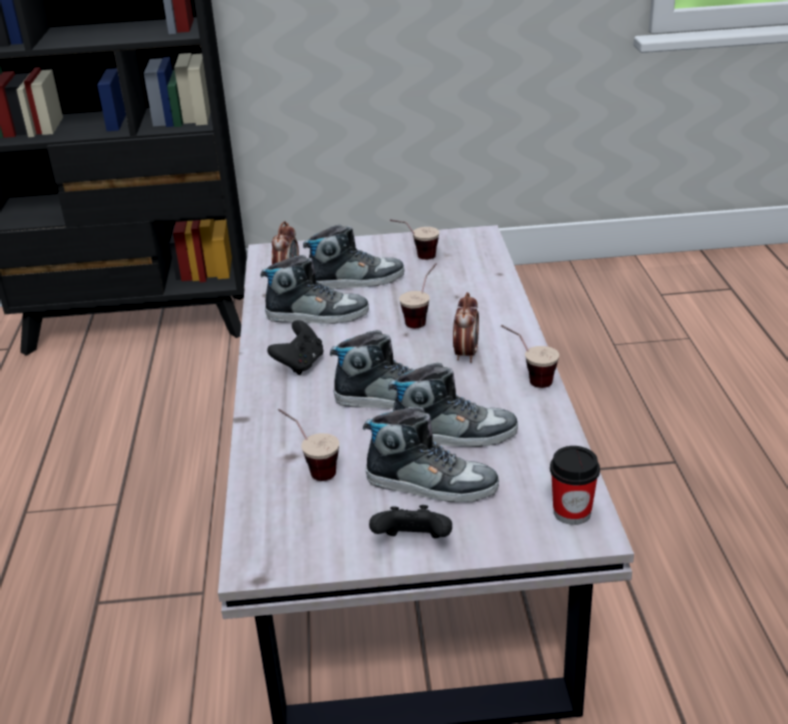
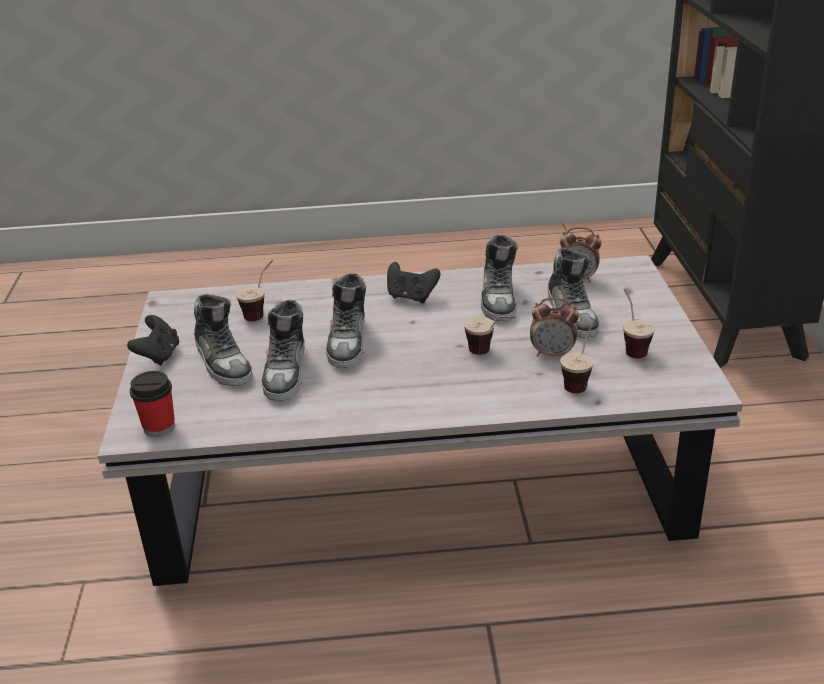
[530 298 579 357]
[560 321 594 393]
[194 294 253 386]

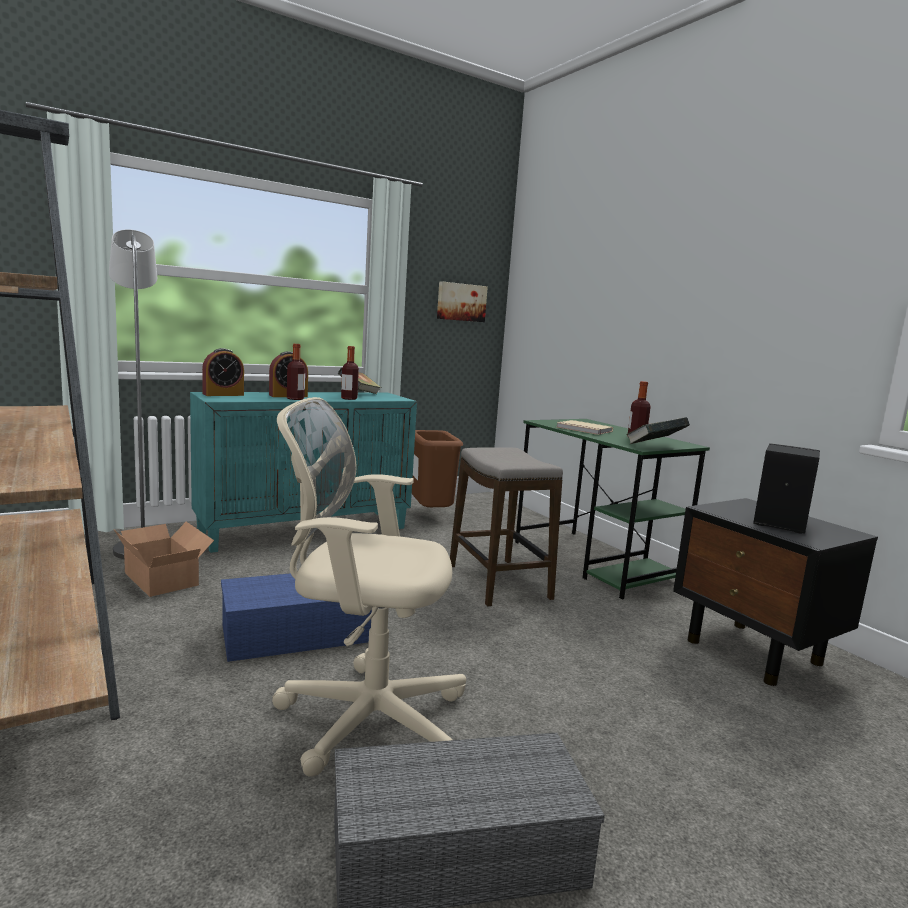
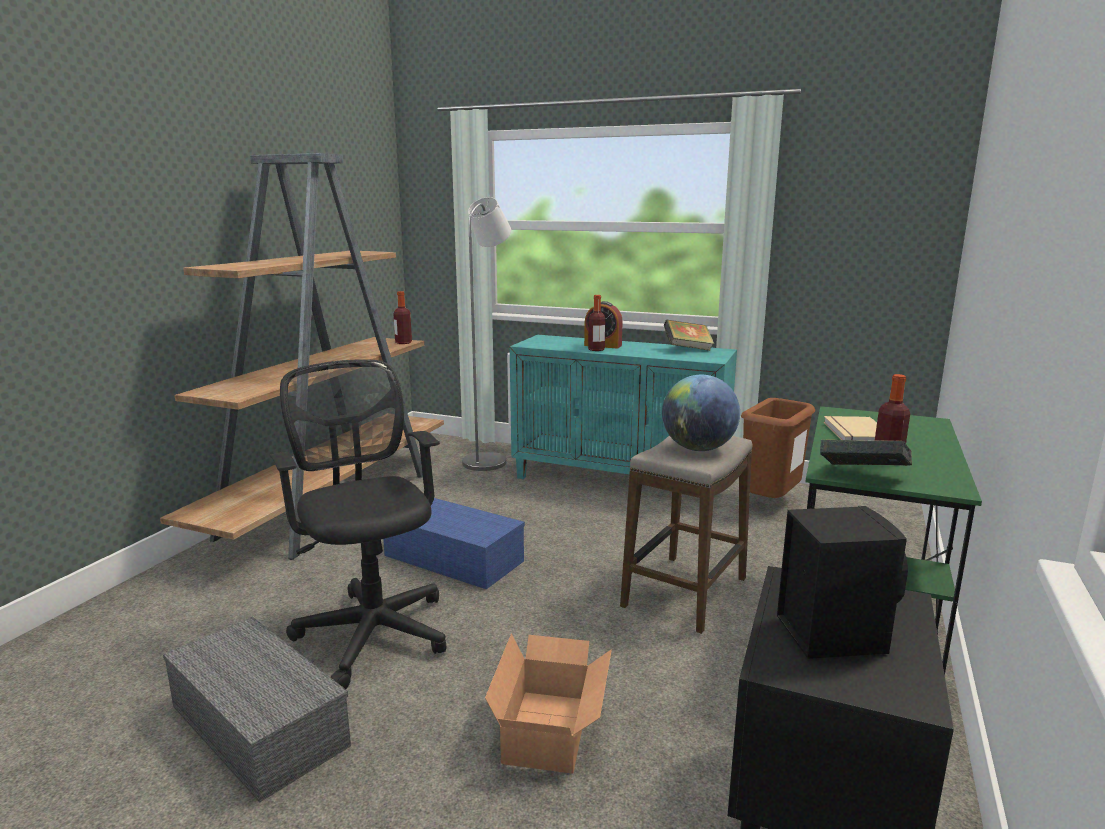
[437 281 488 322] (first image)
[394 291 412 344]
[202 348 244 396] (first image)
[269 359 446 689]
[485 633 612 774]
[662 375 740 451]

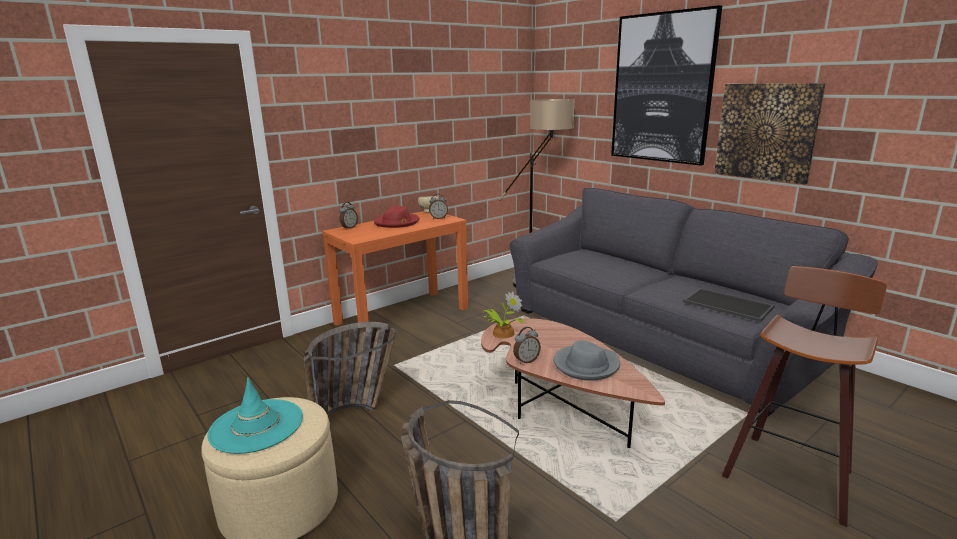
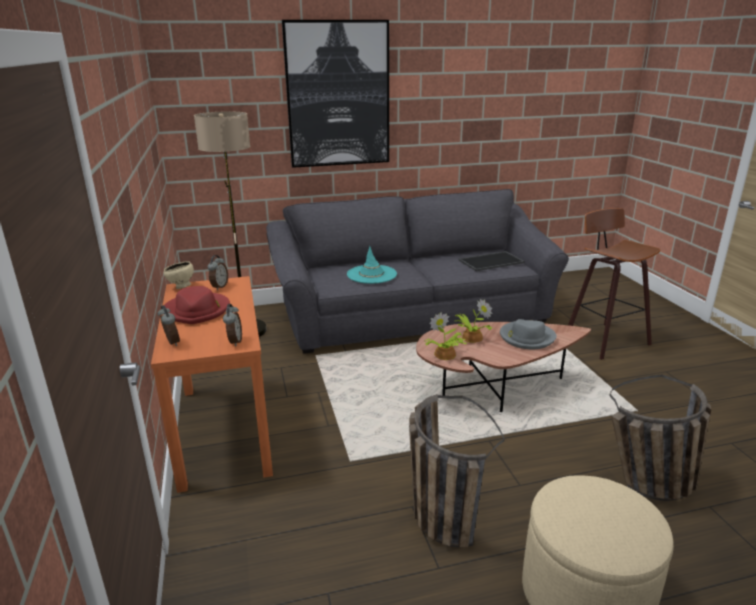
[714 83 826 184] (first image)
[223 304 242 346]
[347 246 397 284]
[455 299 492 343]

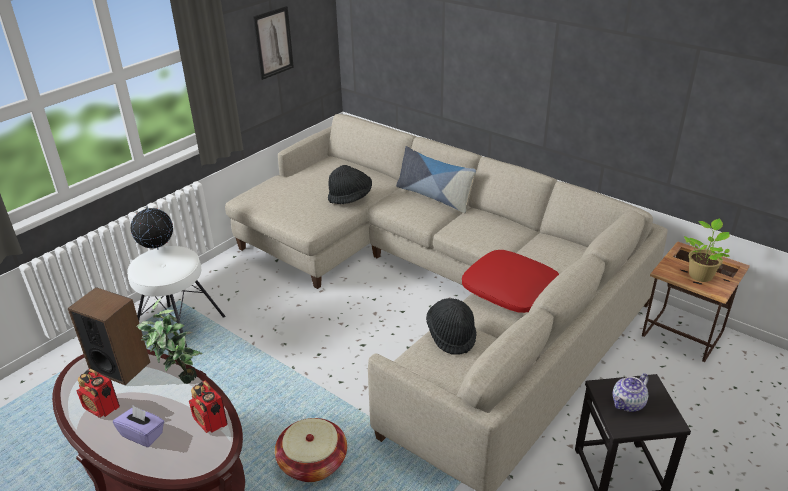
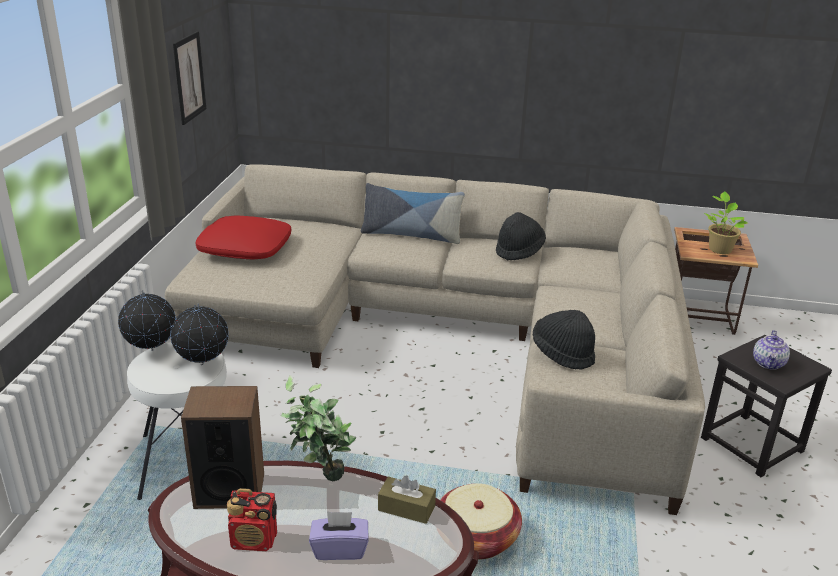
[496 212 546 261]
[196 215 291 260]
[378 475 436 524]
[170 303 229 365]

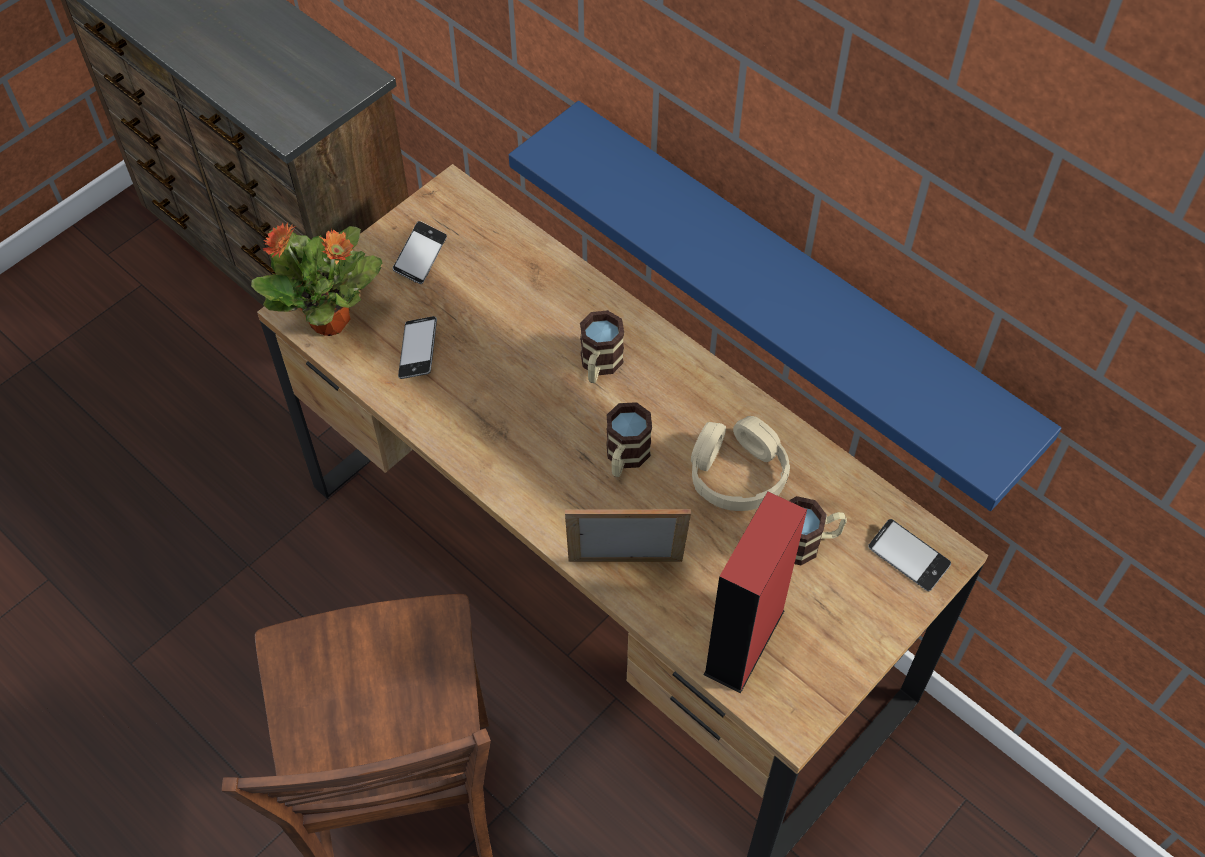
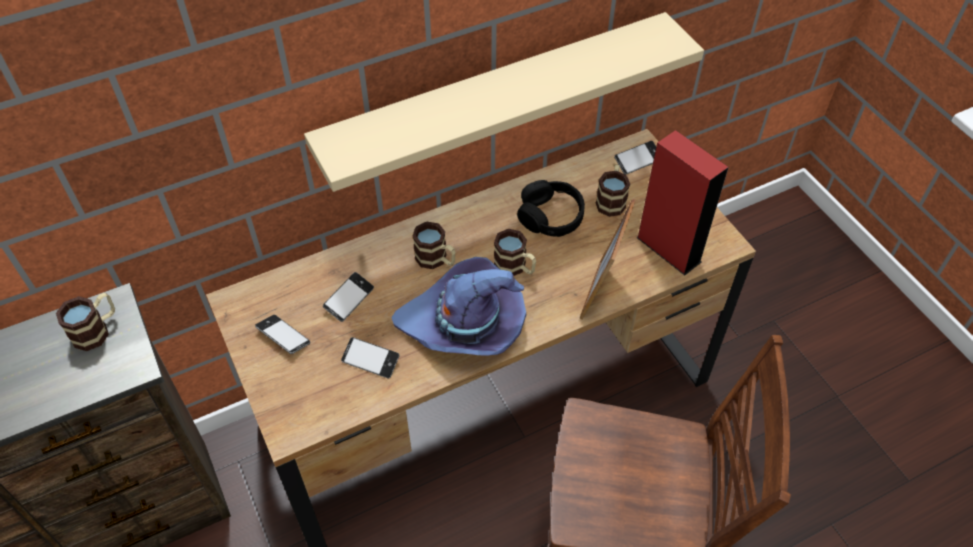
[304 12 704 192]
[251 223 382 336] (first image)
[517 180 585 237]
[391 257 526 355]
[323 272 374 322]
[56 293 115 351]

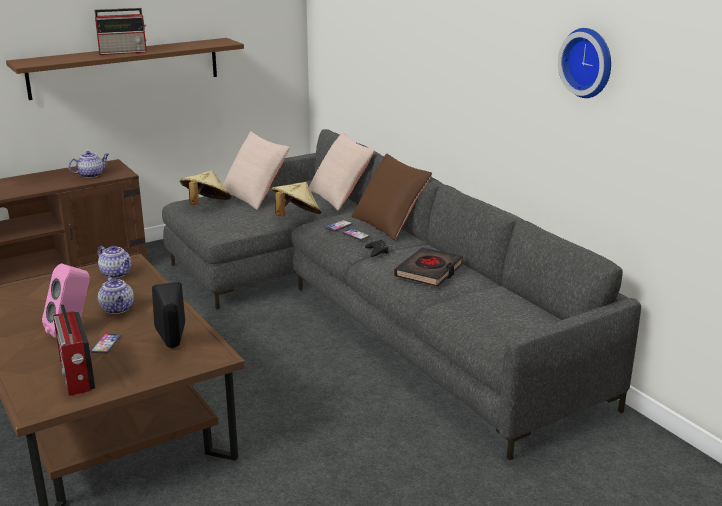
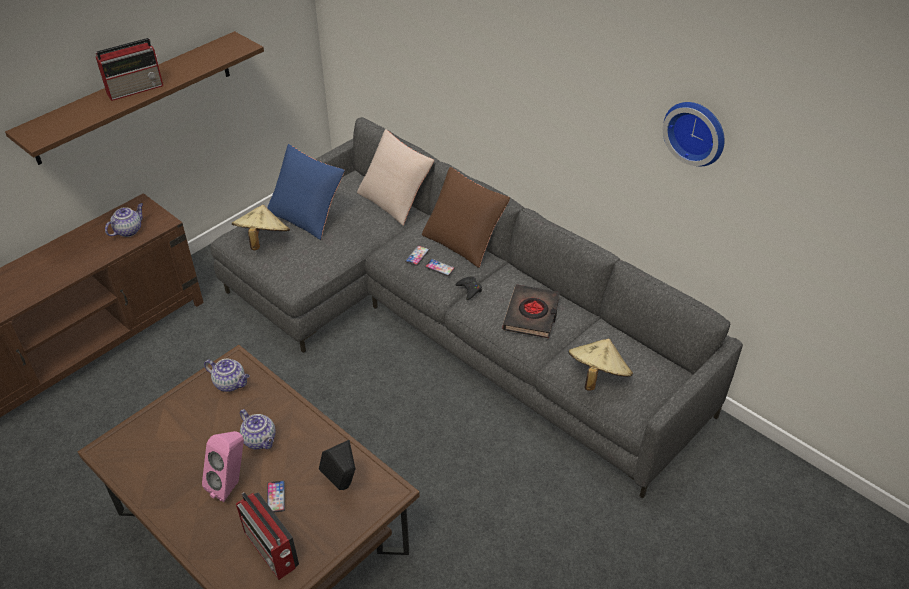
[267 144 345 240]
[568 338 633 391]

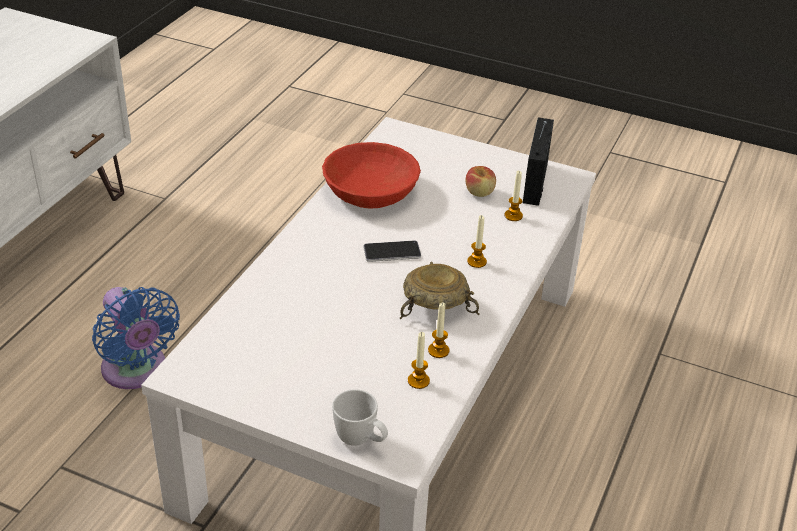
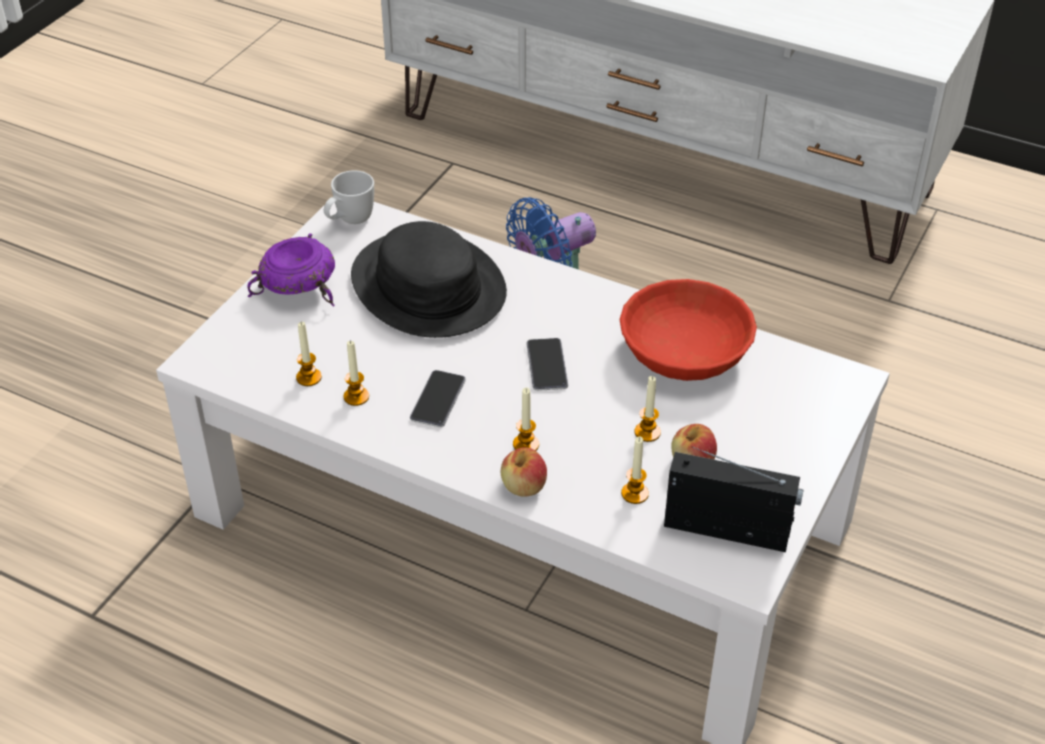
[410 370 466 427]
[324 170 374 224]
[351 221 507 338]
[247 233 335 307]
[634 376 661 442]
[501 447 547 497]

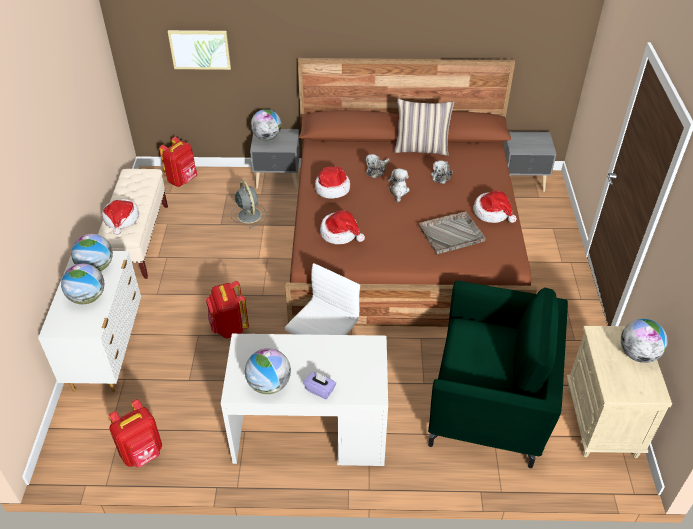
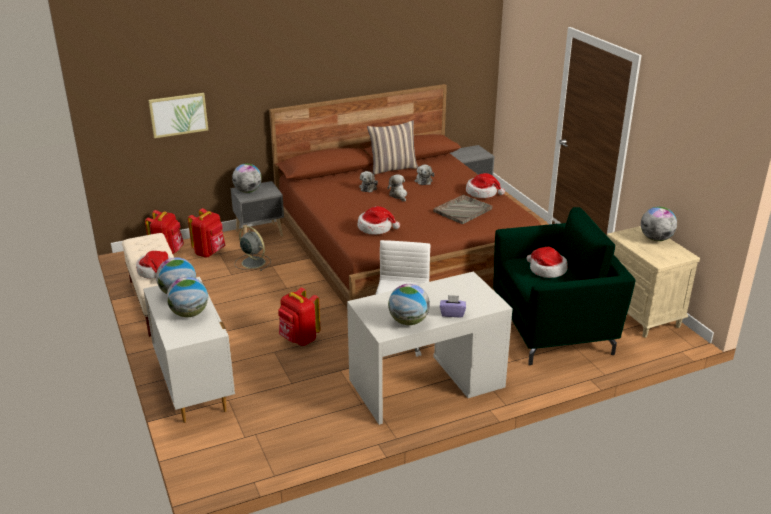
[527 247 568 278]
[188 208 225 258]

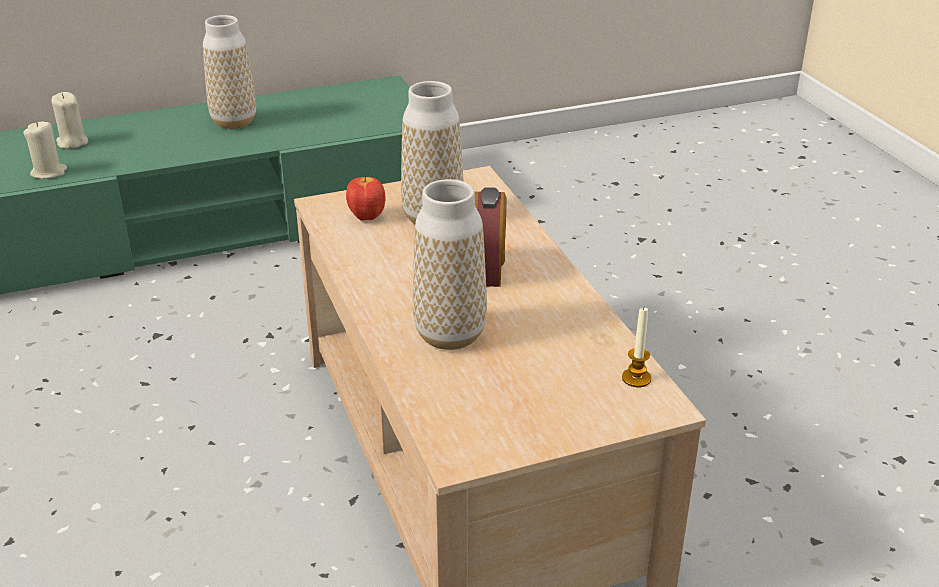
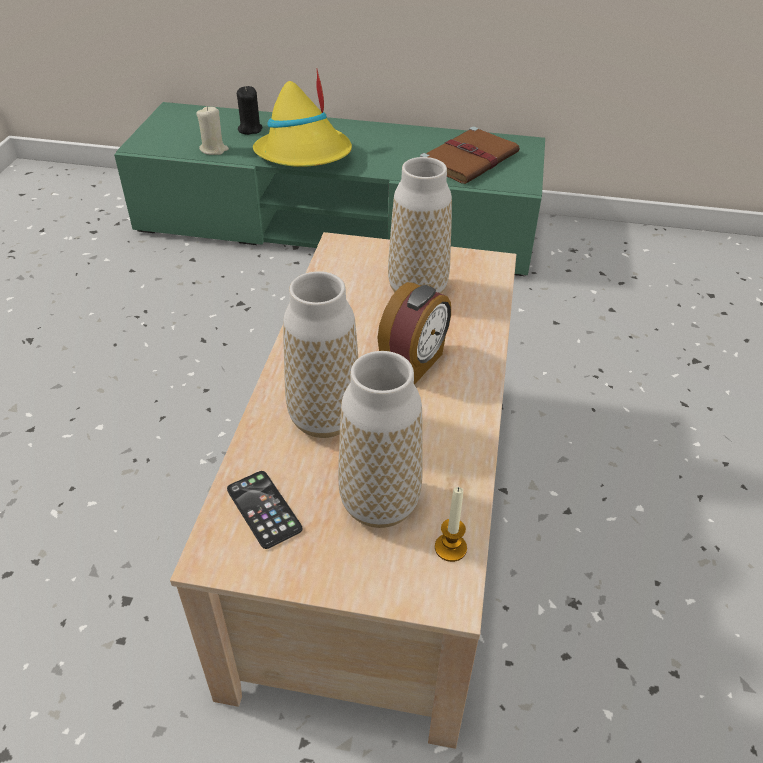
[338 351 423 528]
[237 86 262 135]
[346 175 386 221] (first image)
[253 69 352 167]
[420 126 520 184]
[227 471 302 549]

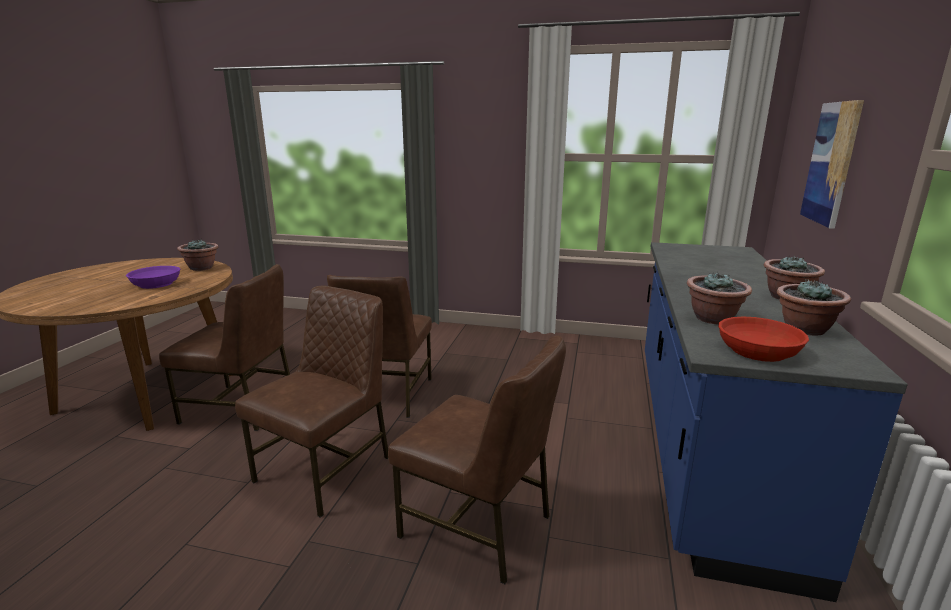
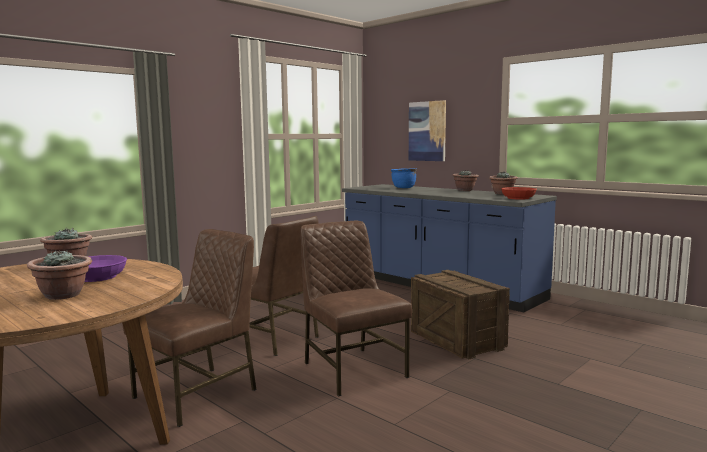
[27 249 92 300]
[411 270 510 360]
[391 168 417 188]

